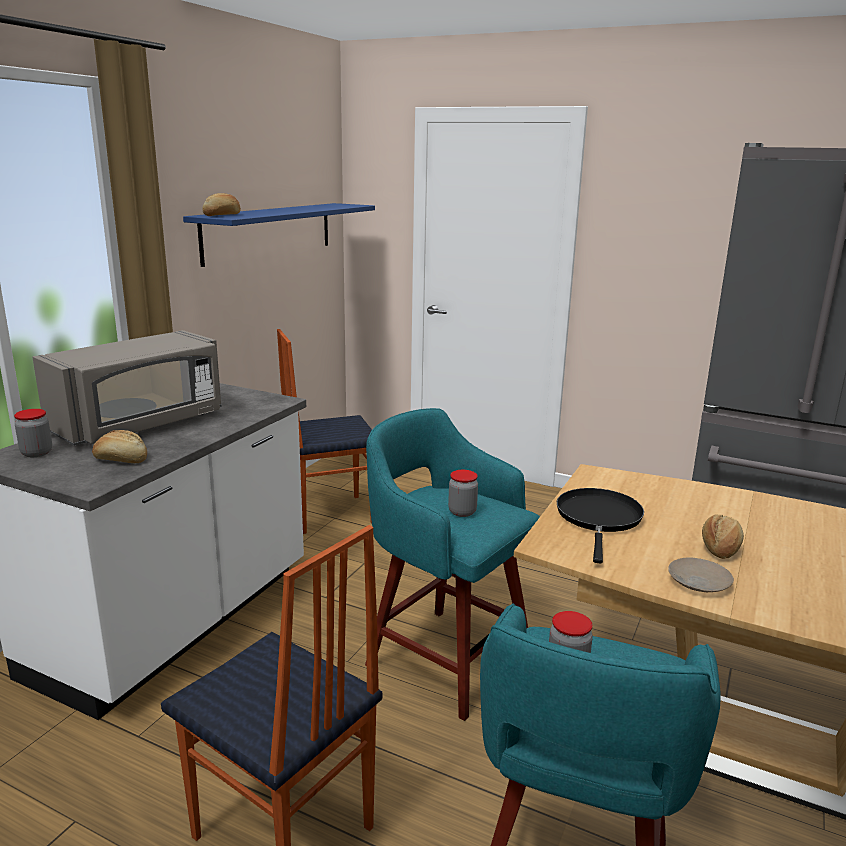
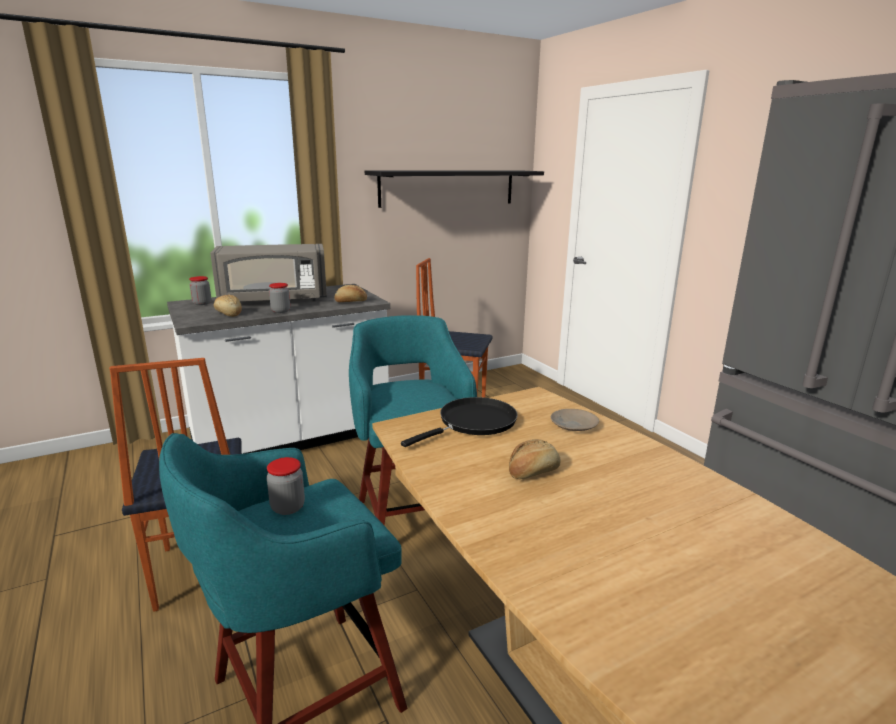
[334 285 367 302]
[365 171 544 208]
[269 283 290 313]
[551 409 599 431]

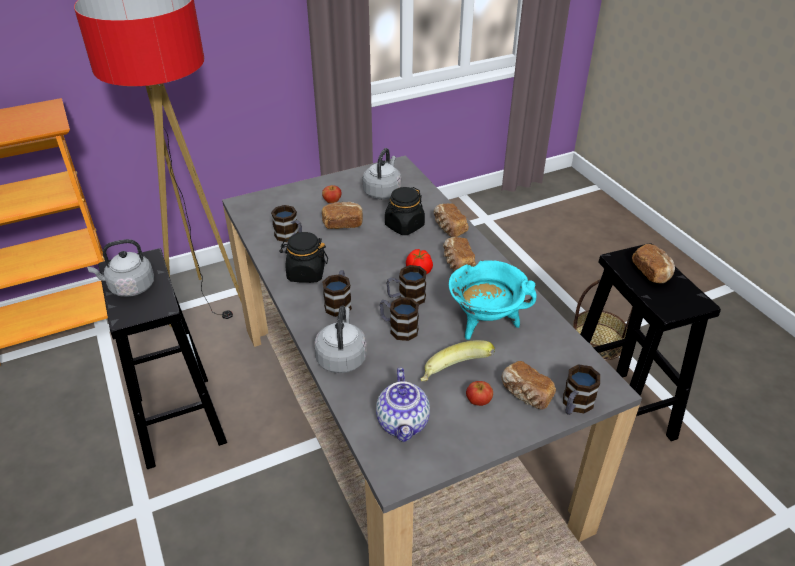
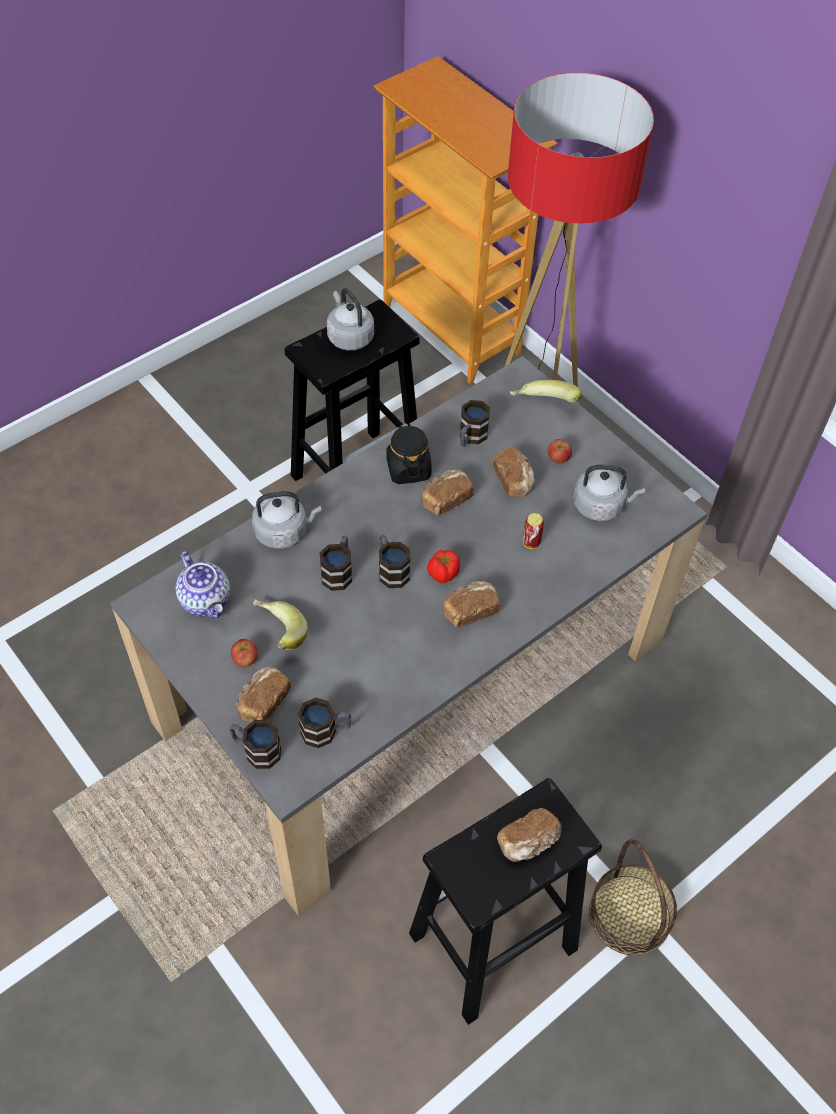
[523 513 544 549]
[421 470 474 515]
[449 260 536 340] (first image)
[298 698 351 748]
[176 551 230 618]
[510 380 582 403]

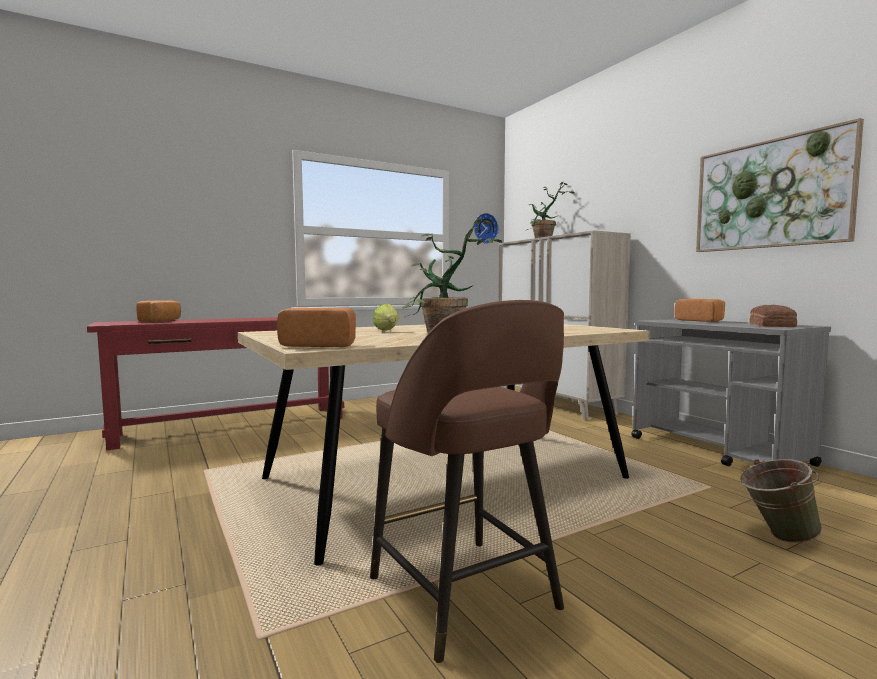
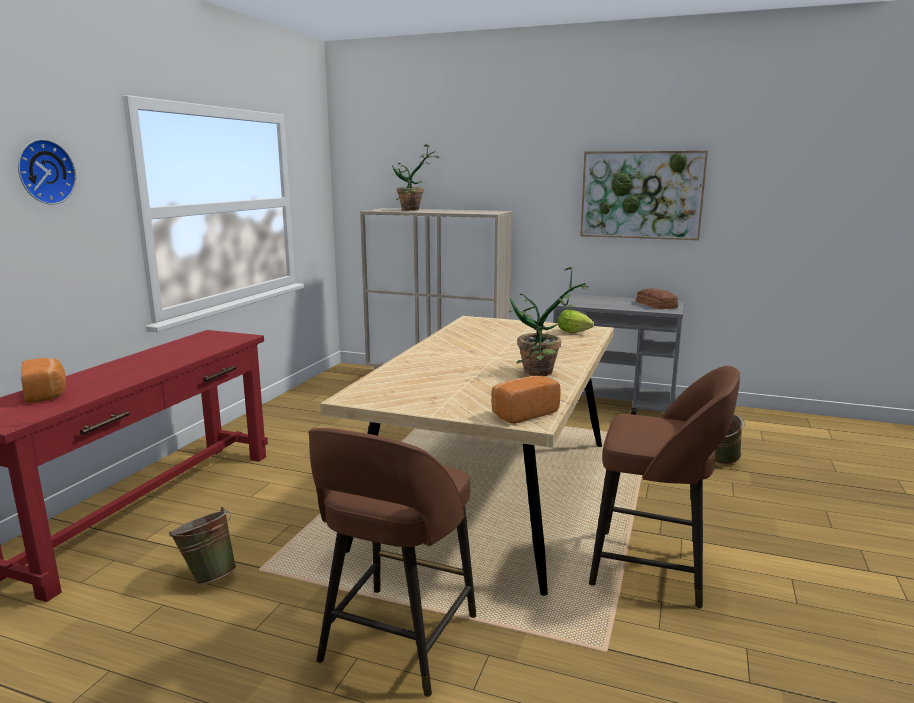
[18 139 76 205]
[674 299 725 322] (first image)
[558 310 594 333]
[308 428 476 697]
[169 507 237 585]

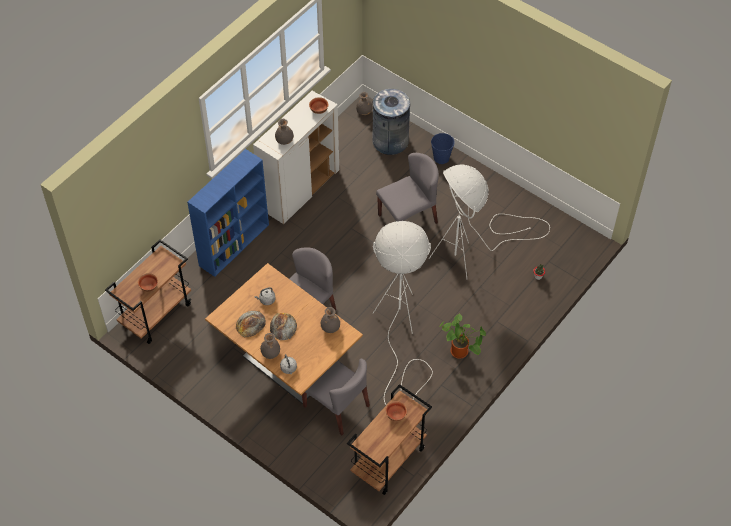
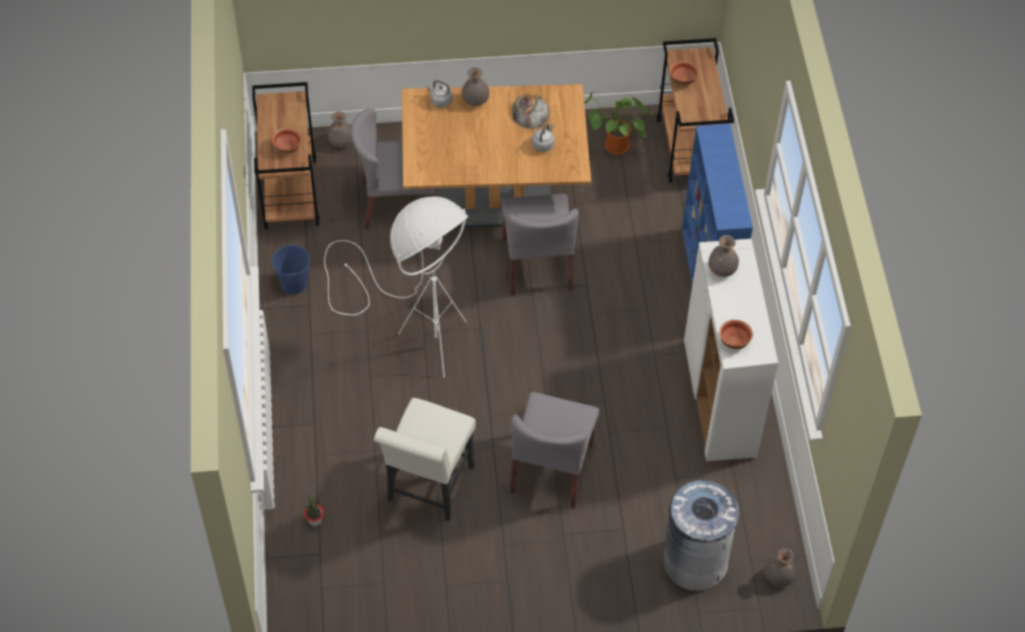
[271 244 310 295]
[374 398 476 521]
[328 111 352 147]
[270 313 297 340] (first image)
[584 91 652 155]

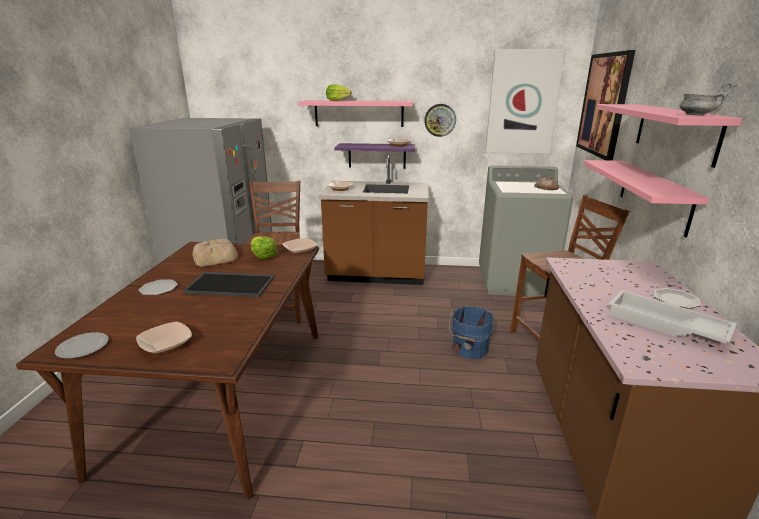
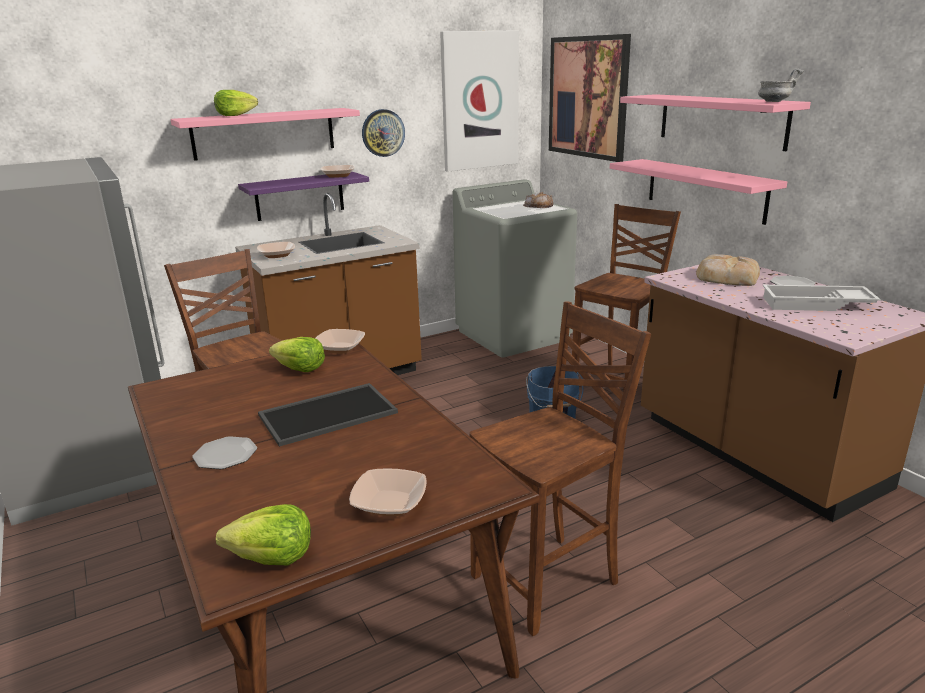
[696 254 760 286]
[216 504 311 566]
[469 301 651 636]

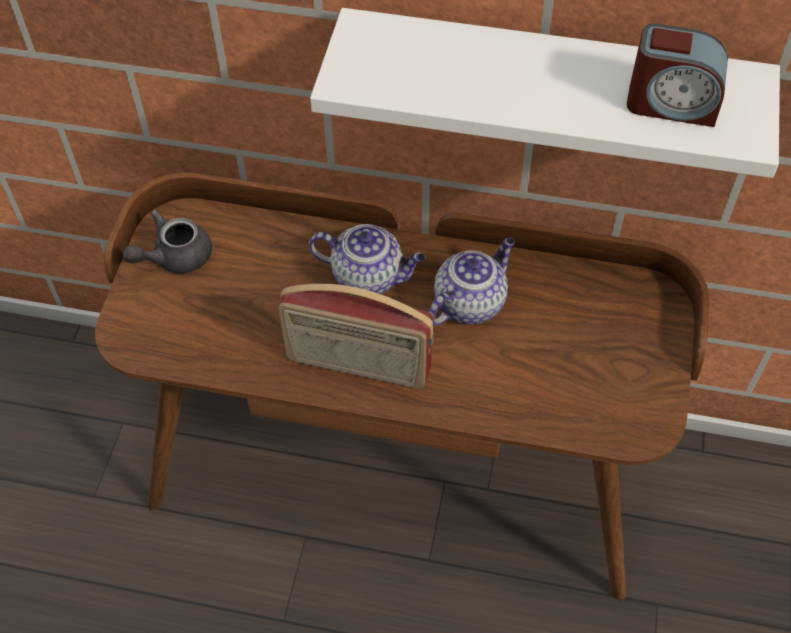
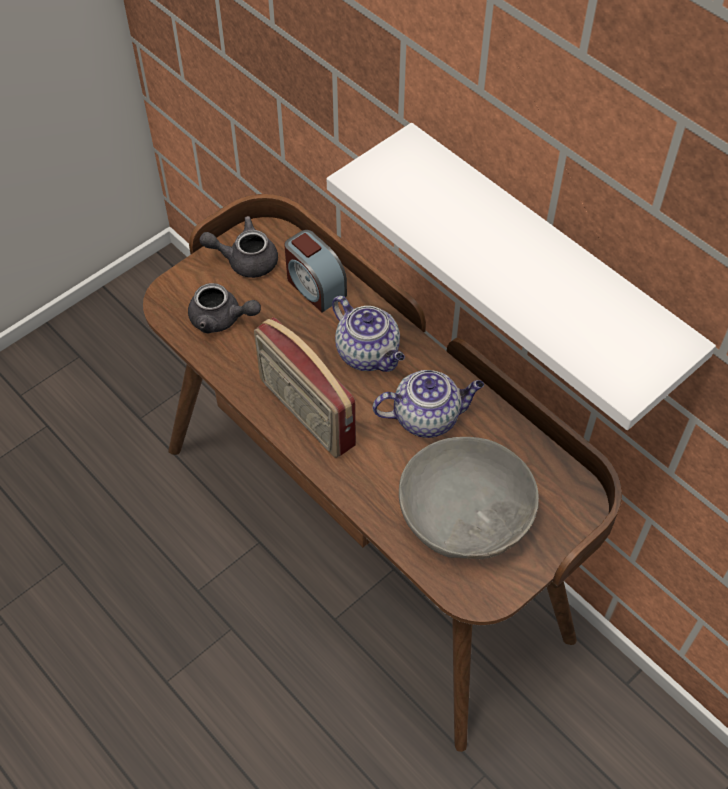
[284 230 347 313]
[188 283 261 333]
[399 437 539 559]

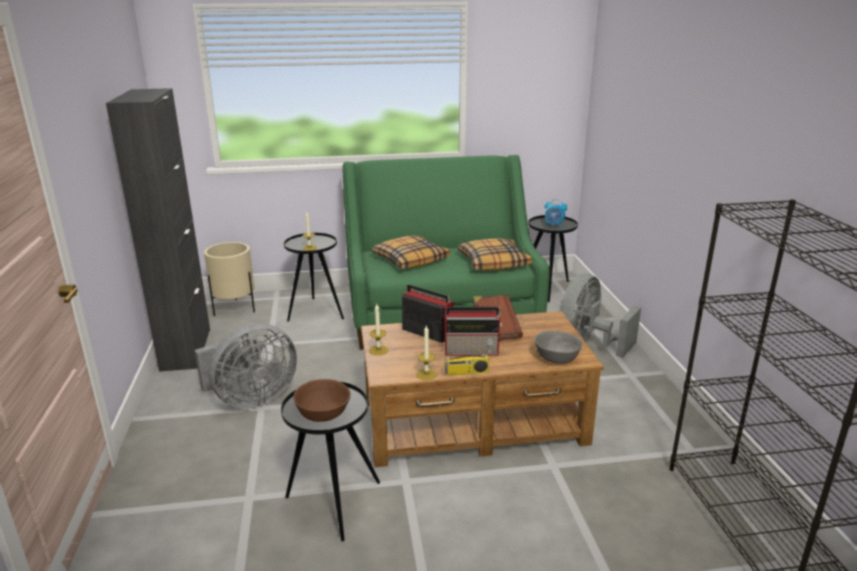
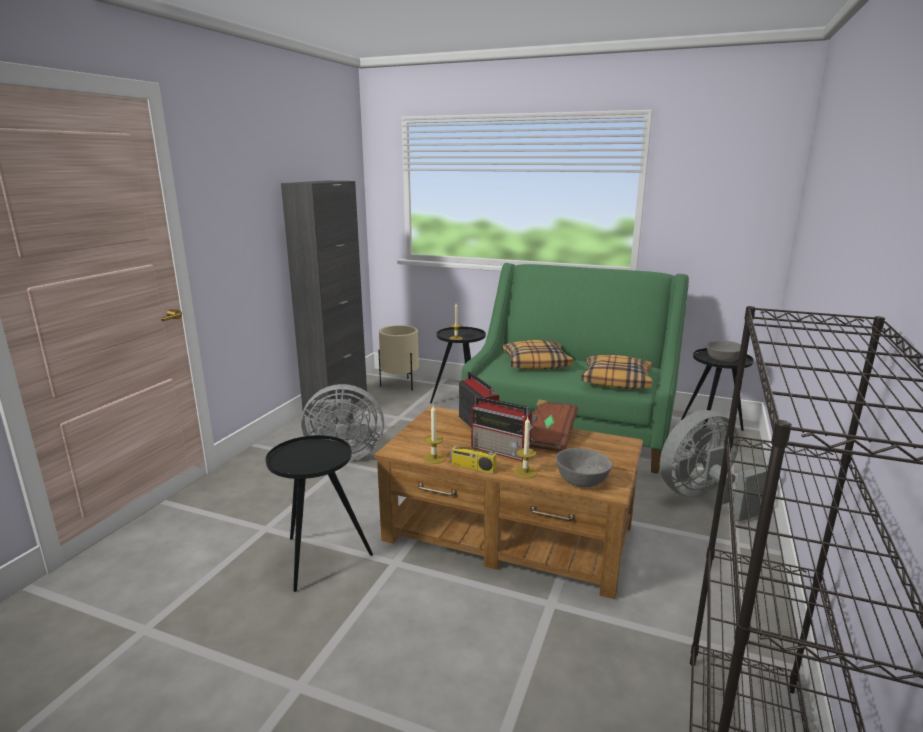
[706 340 741 362]
[514 417 537 478]
[293 379 351 422] (first image)

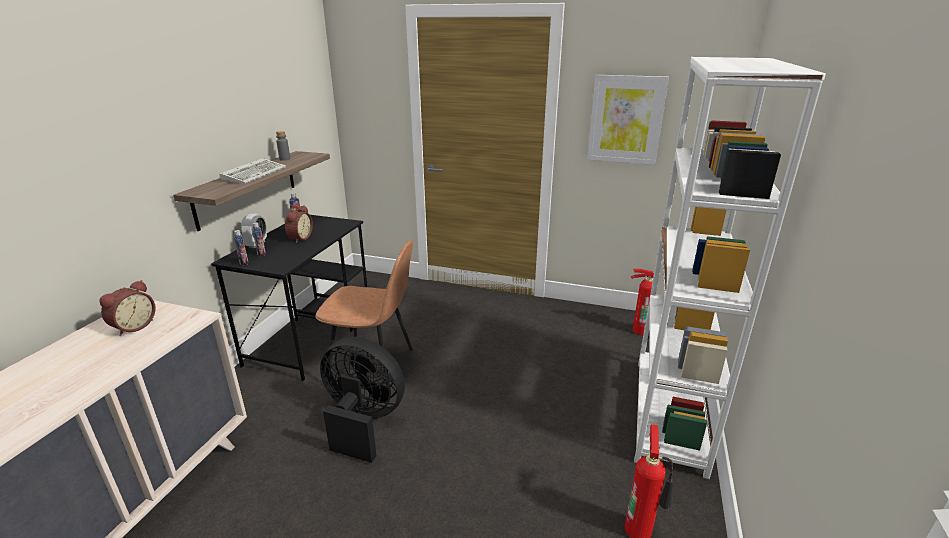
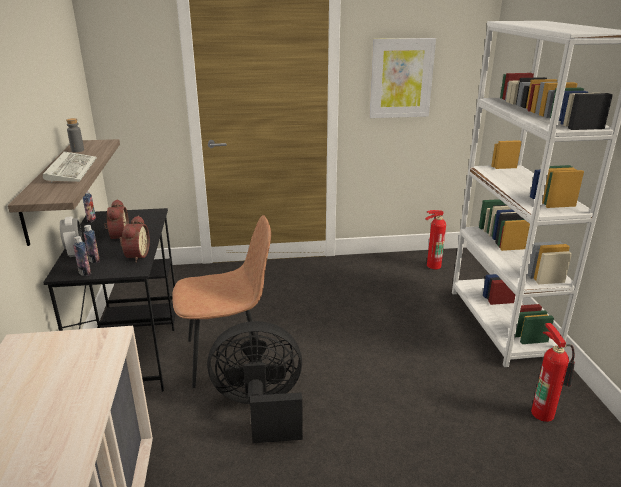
[120 215 150 262]

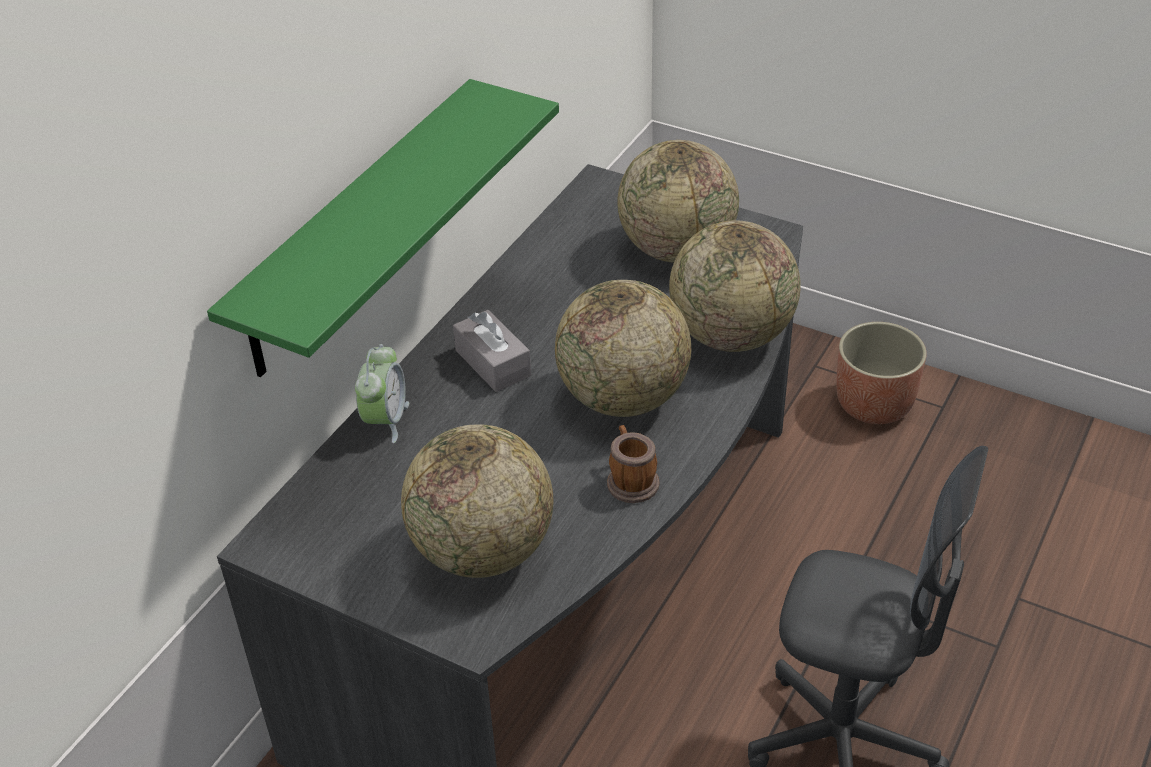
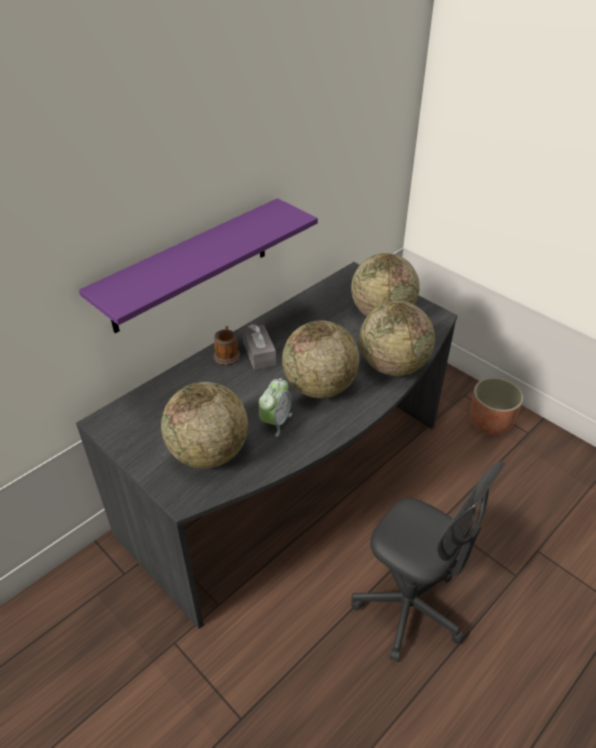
[79 198 318 333]
[259 378 292 437]
[214 326 240 365]

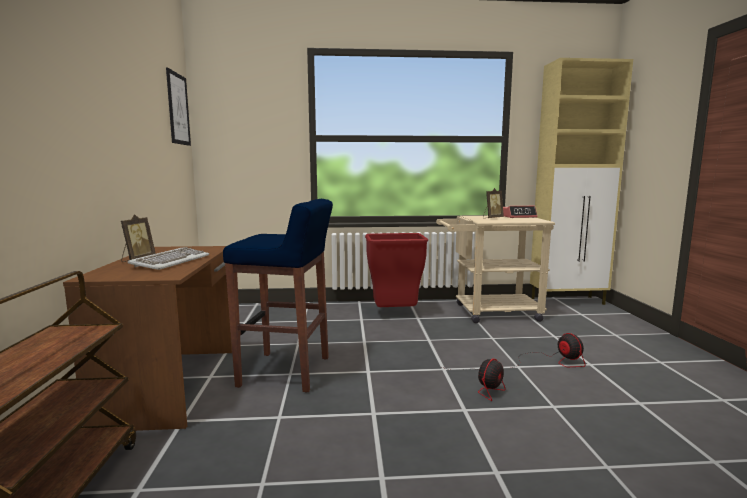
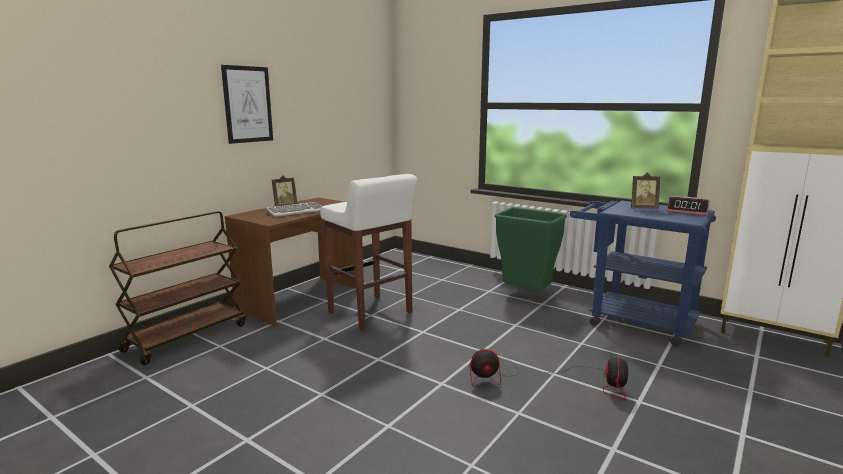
[221 65 273 144]
[320 174 417 331]
[570 200 716 346]
[495 207 567 290]

